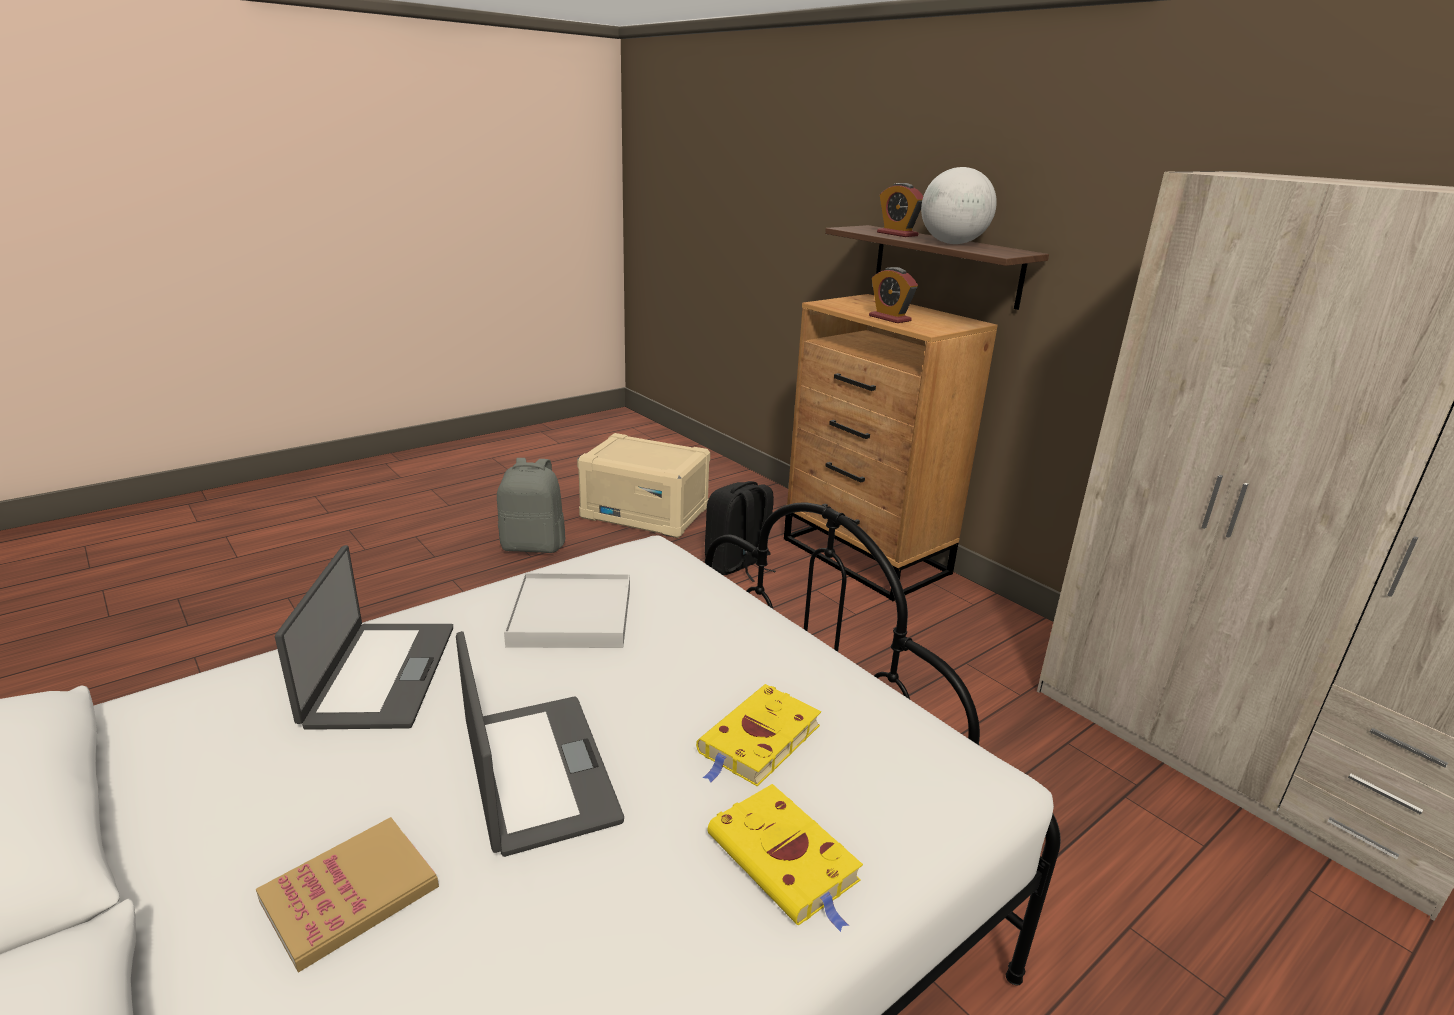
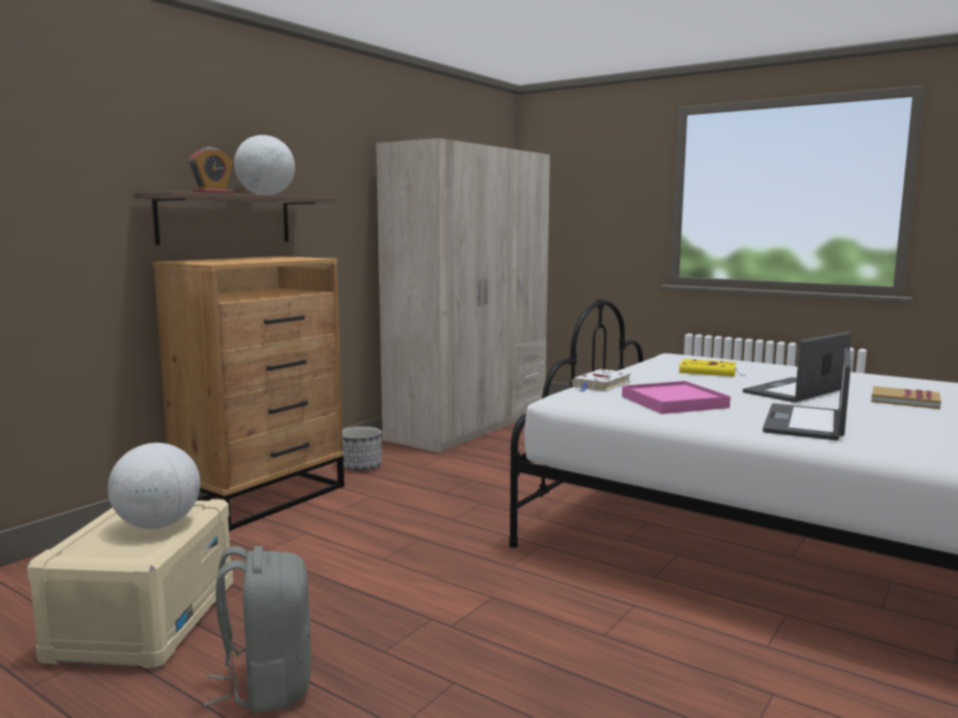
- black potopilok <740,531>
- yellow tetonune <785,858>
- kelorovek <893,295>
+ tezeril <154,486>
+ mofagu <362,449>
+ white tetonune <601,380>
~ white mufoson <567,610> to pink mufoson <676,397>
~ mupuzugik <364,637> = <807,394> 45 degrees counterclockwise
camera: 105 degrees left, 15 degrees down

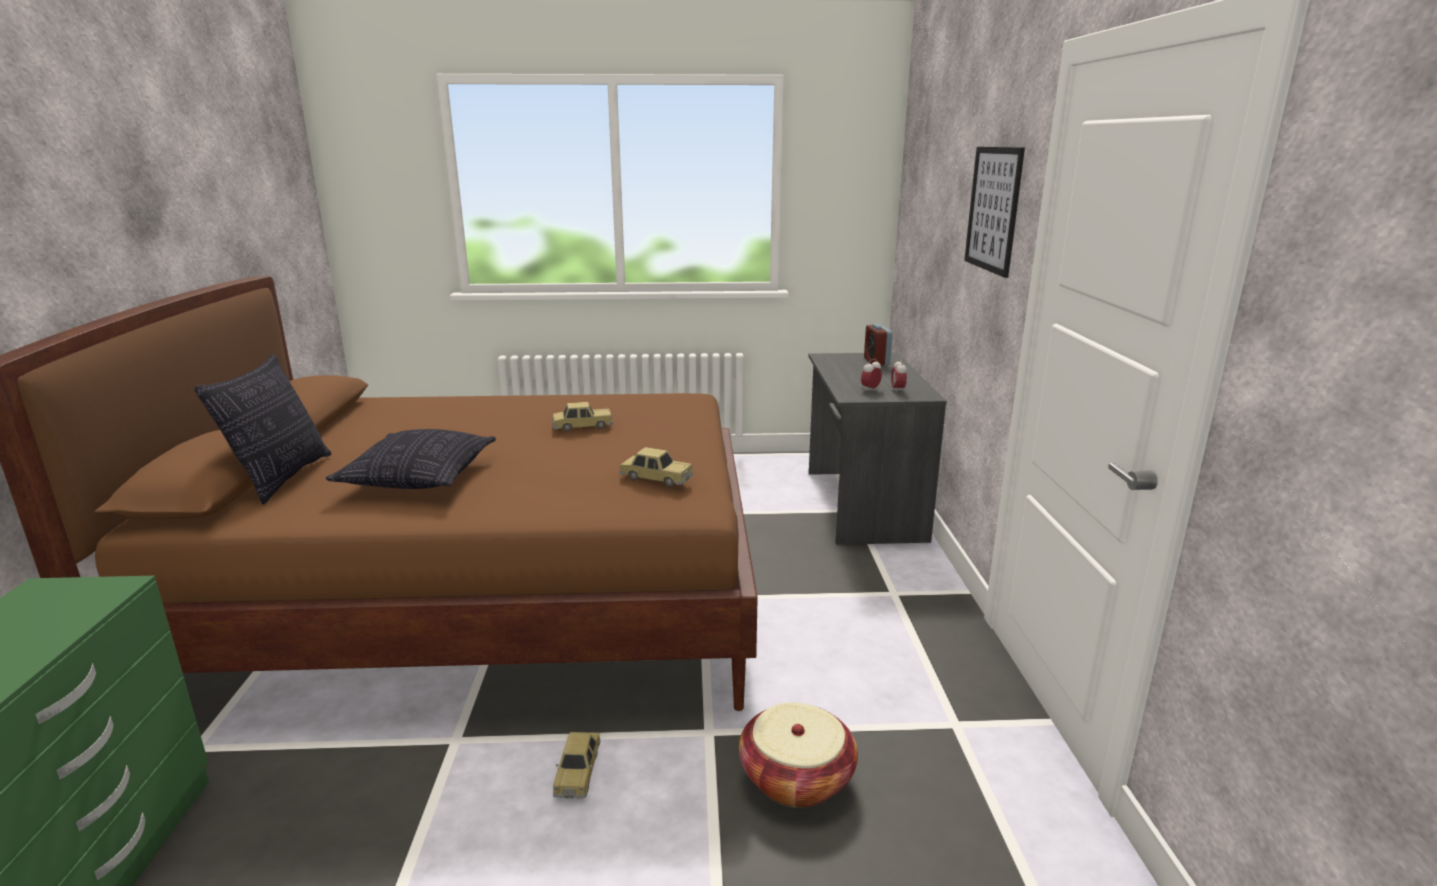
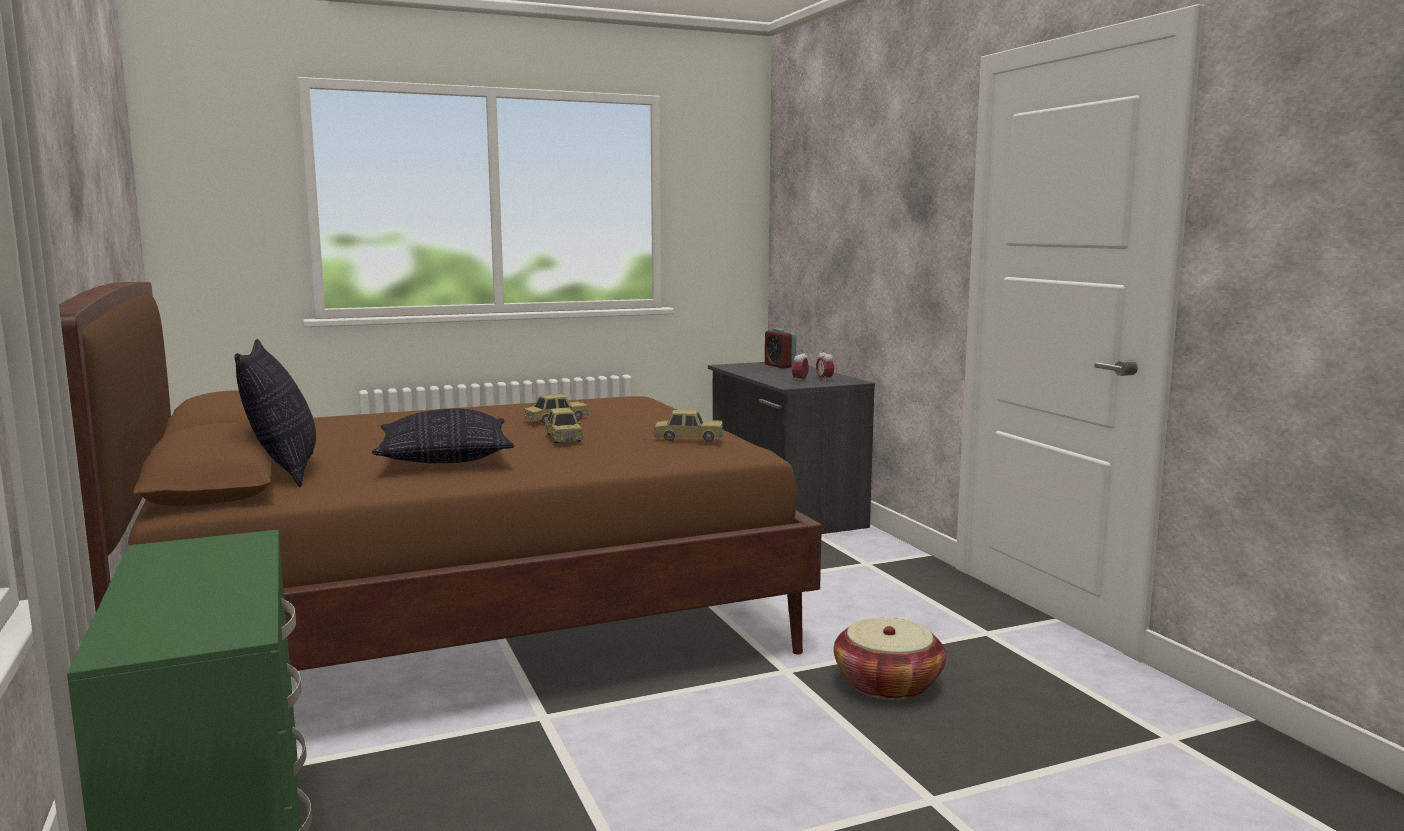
- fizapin <994,212>
~ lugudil <576,765> to <564,425>
camera: 20 degrees left, 10 degrees down

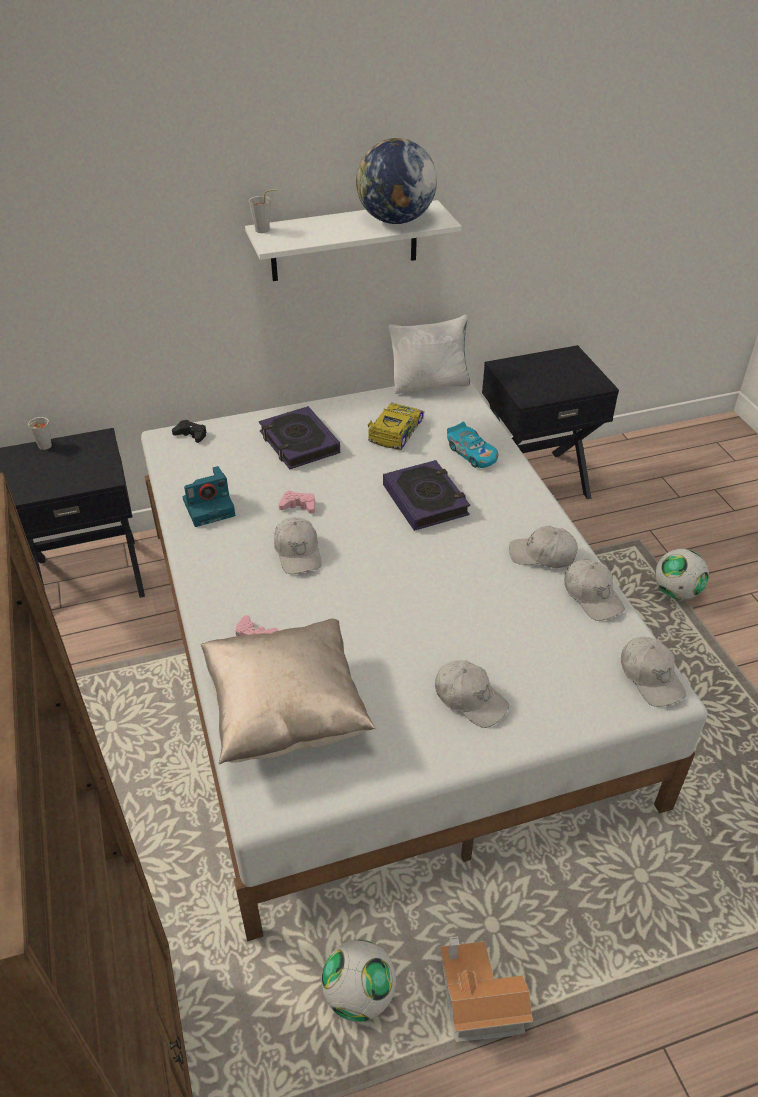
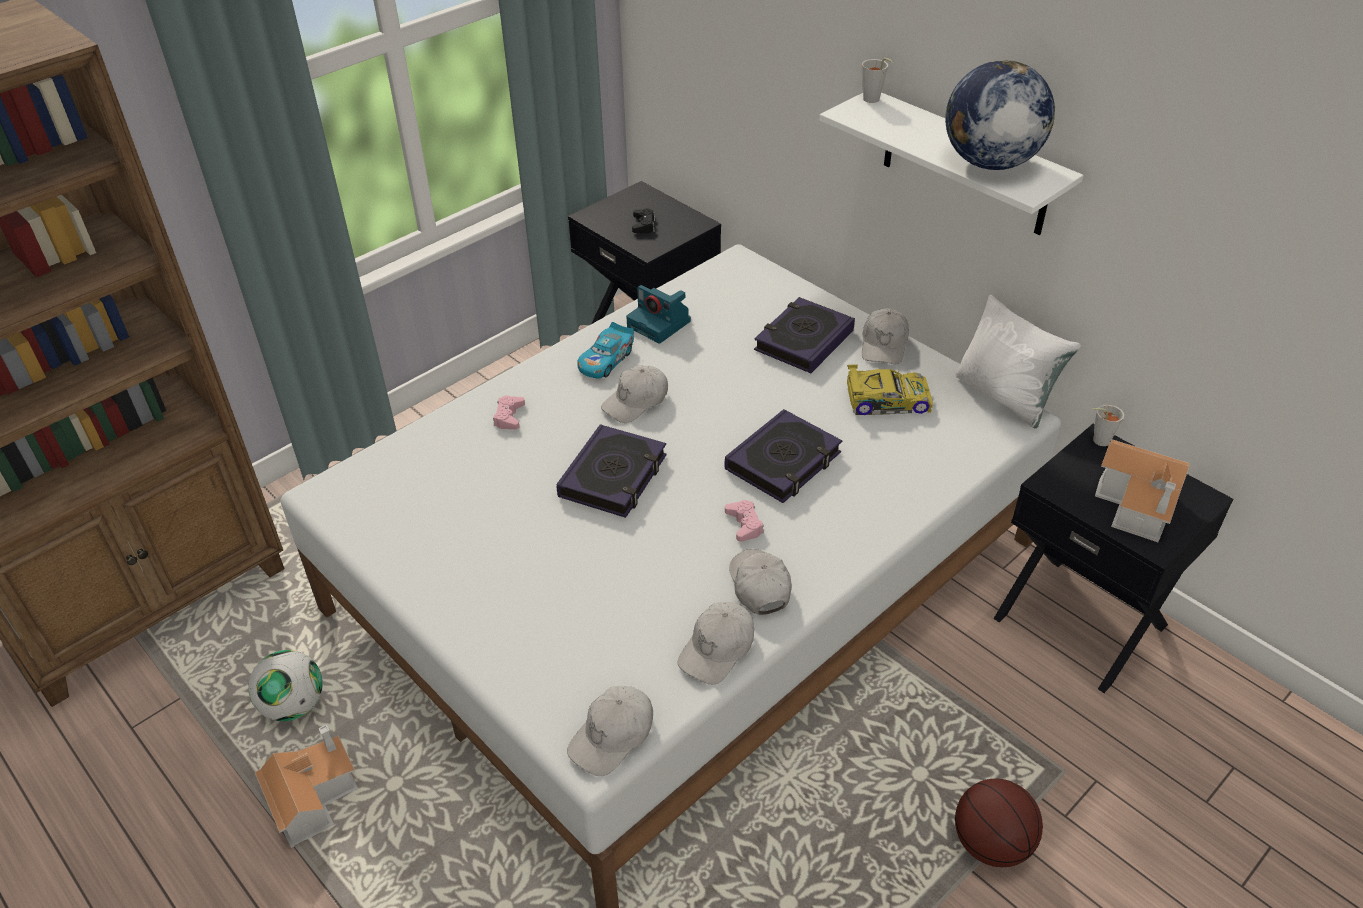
- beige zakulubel <288,691>
+ tetonune <611,471>
+ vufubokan <1142,490>
~ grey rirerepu <40,433> to <1108,425>
~ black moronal <189,431> to <643,220>
~ pink moronal <297,502> to <744,521>
~ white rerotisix <472,694> to <885,336>
~ lugudil <472,445> to <605,350>
~ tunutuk <682,574> to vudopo <999,822>
camera: 65 degrees right, 0 degrees up

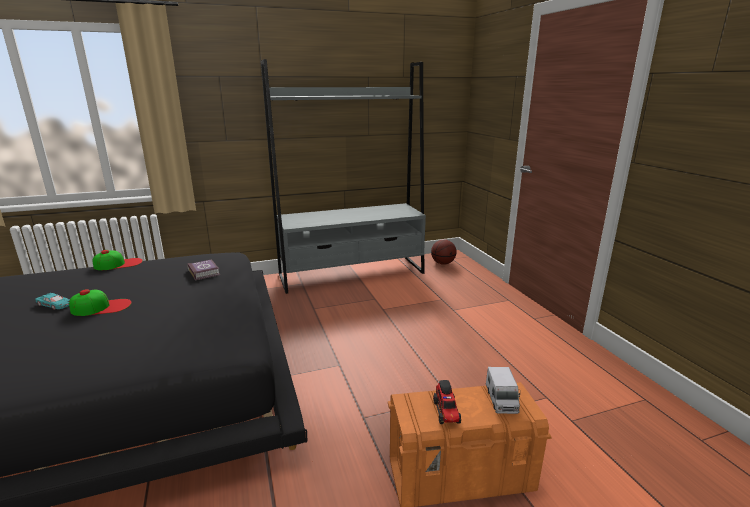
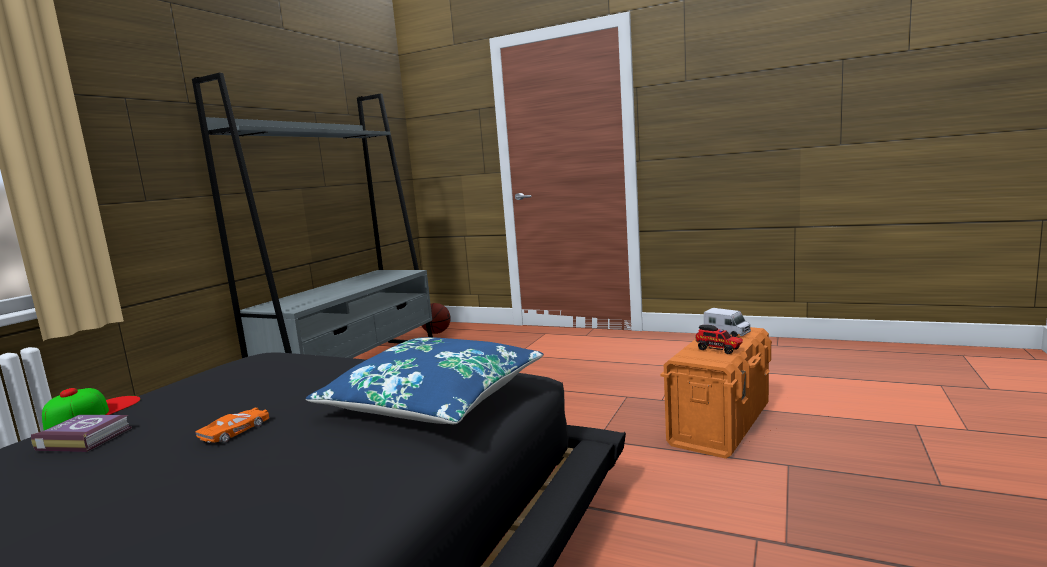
- turquoise lugudil <52,301>
+ blue zakulubel <424,380>
~ tetonune <203,269> to <81,433>
~ rerotisix <100,302> to orange lugudil <232,425>
camera: 45 degrees left, 10 degrees down

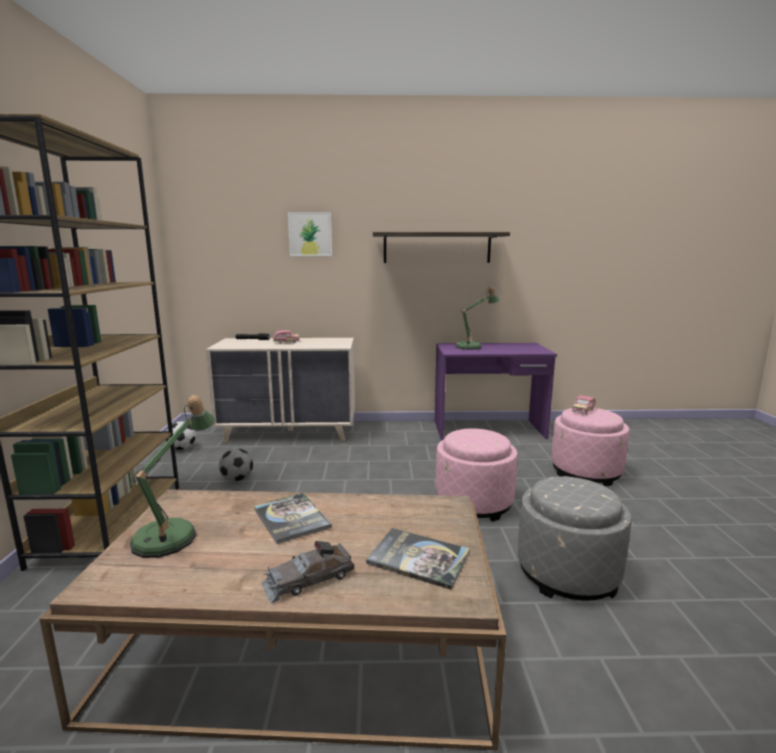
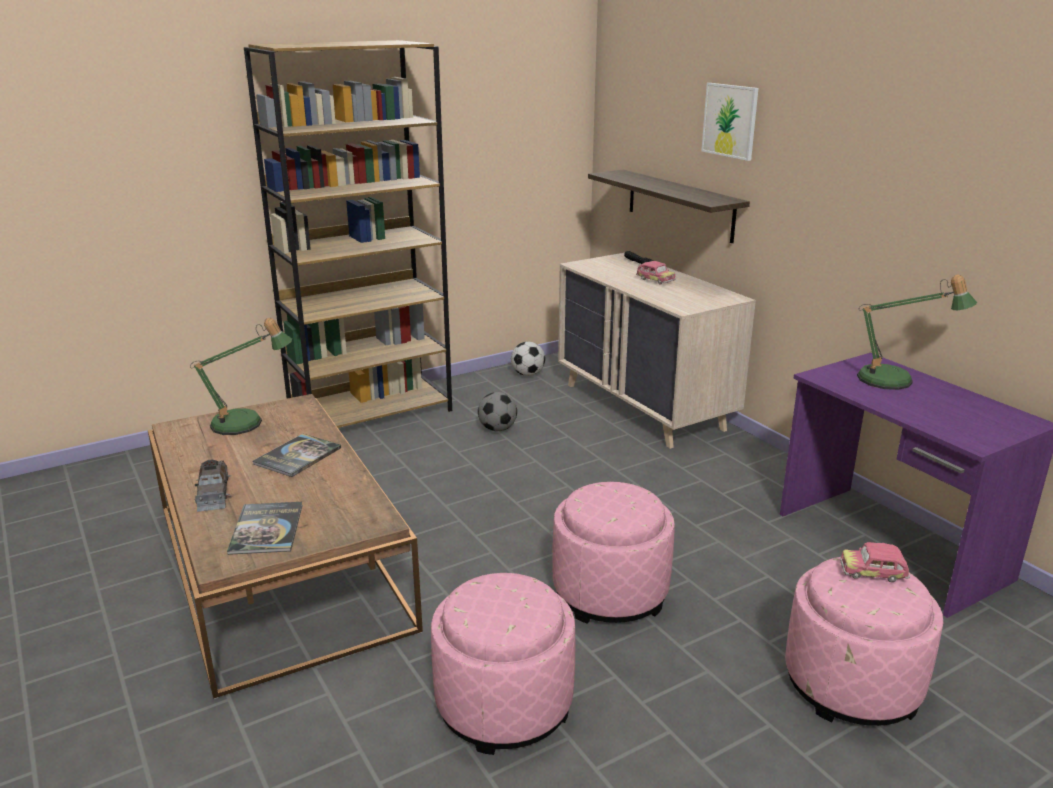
~ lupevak <441,247> to <669,206>
~ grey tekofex <574,538> to pink tekofex <503,664>
~ grey lugudil <308,572> = <213,485> 135 degrees counterclockwise
camera: 60 degrees right, 10 degrees up

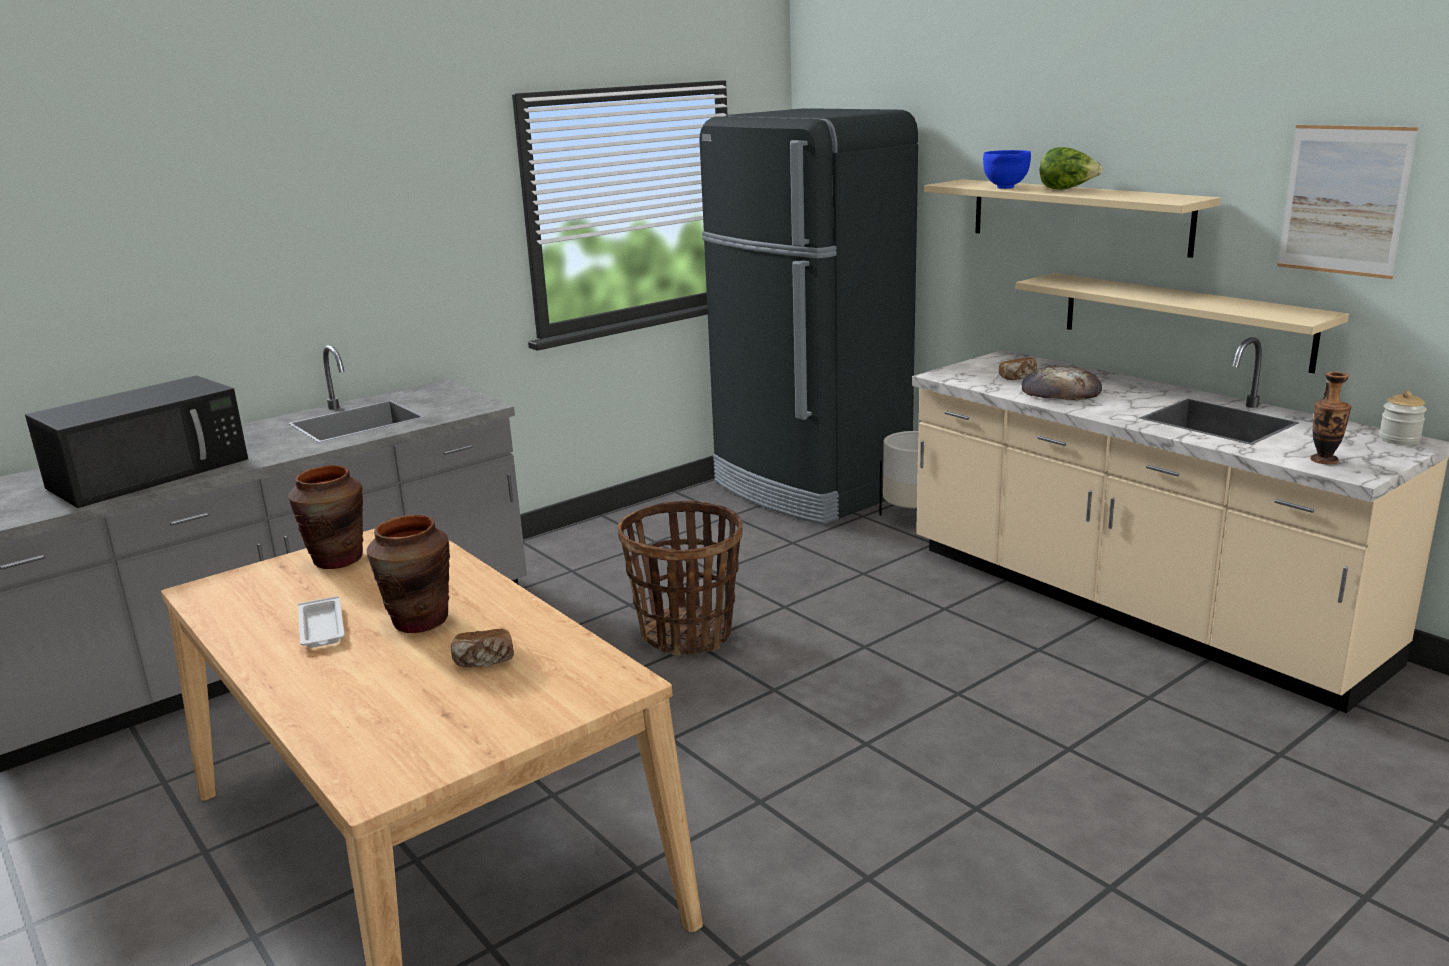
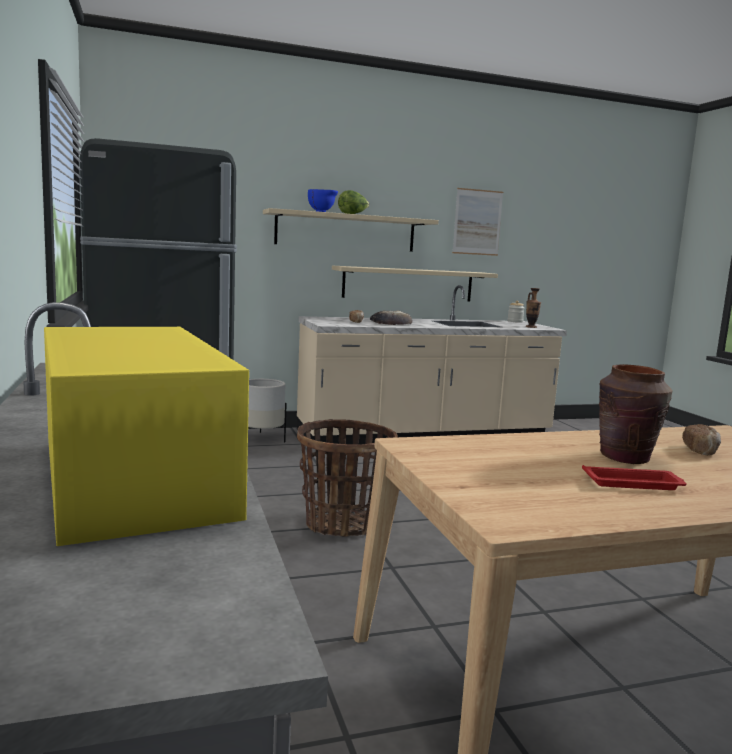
- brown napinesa <325,517>
~ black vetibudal <136,441> to yellow vetibudal <146,436>
~ white mufoson <321,622> to red mufoson <634,477>
camera: 70 degrees left, 10 degrees down

